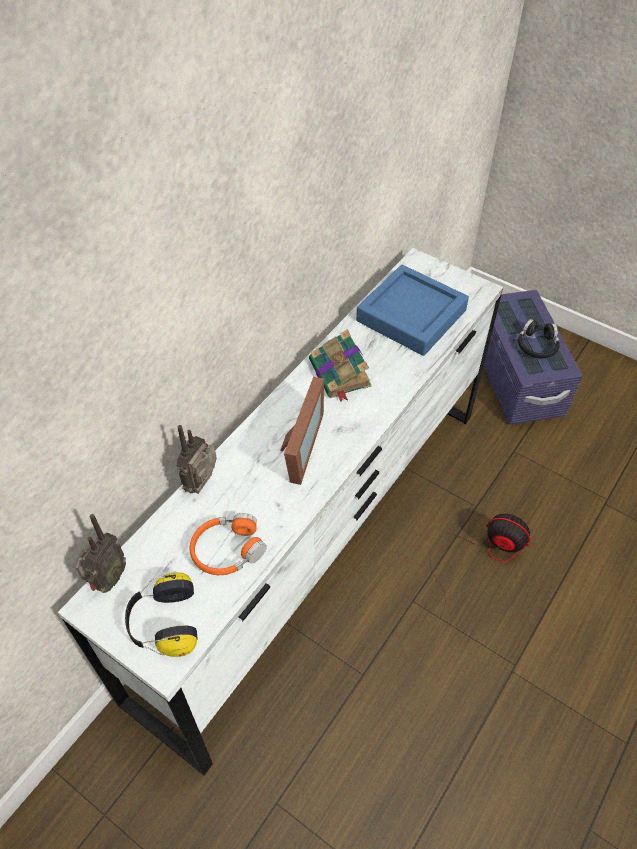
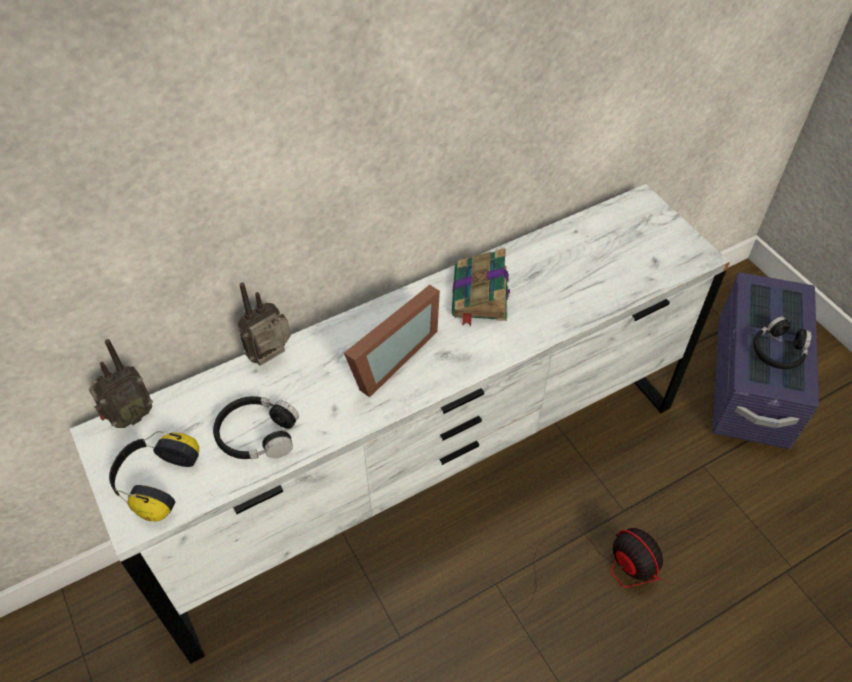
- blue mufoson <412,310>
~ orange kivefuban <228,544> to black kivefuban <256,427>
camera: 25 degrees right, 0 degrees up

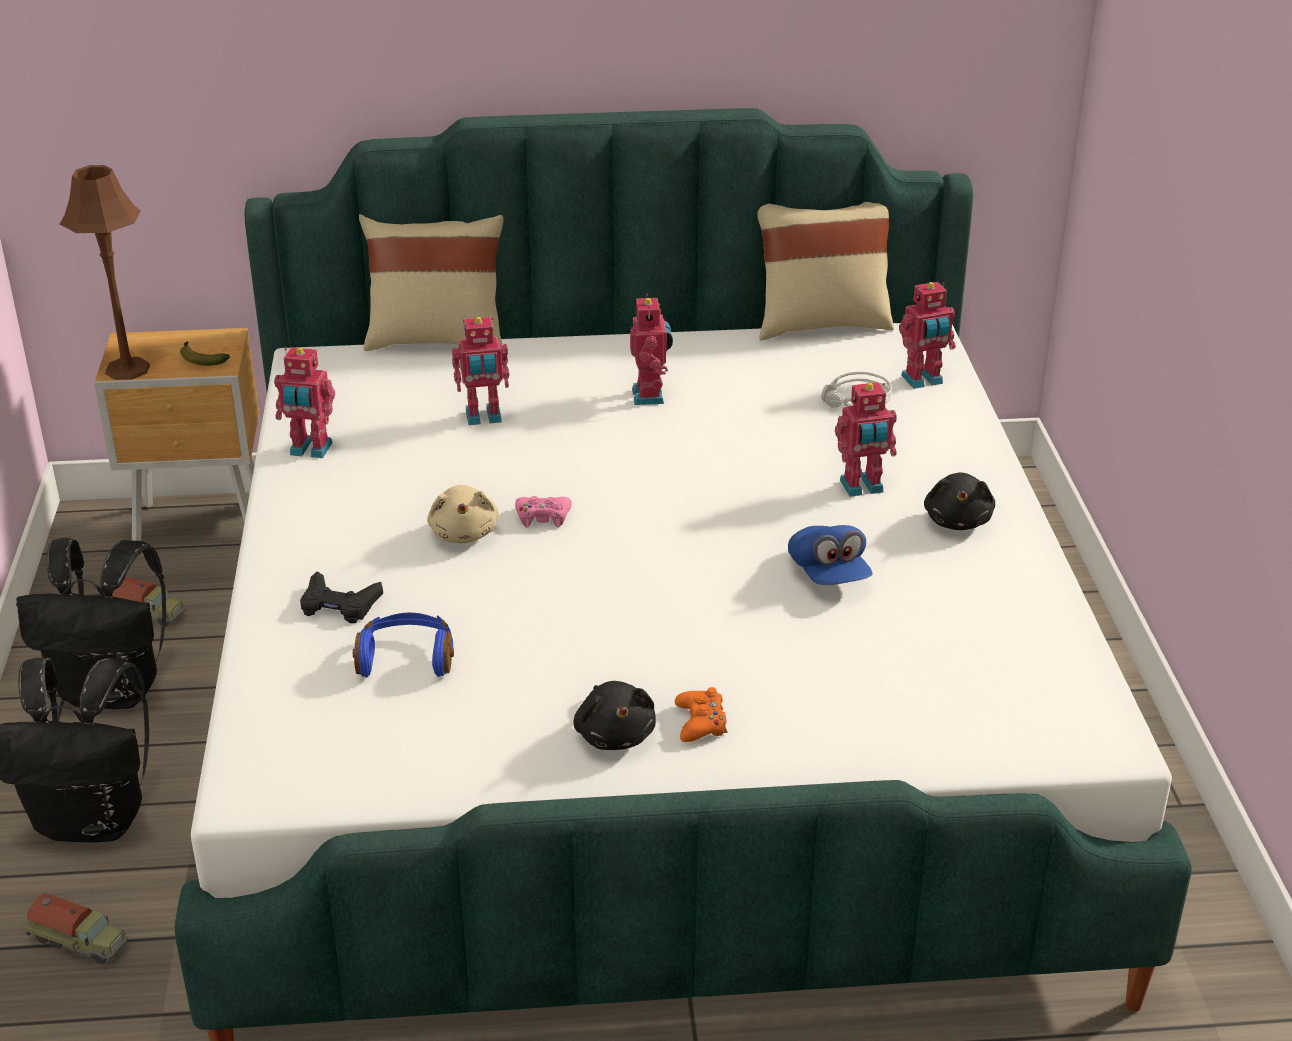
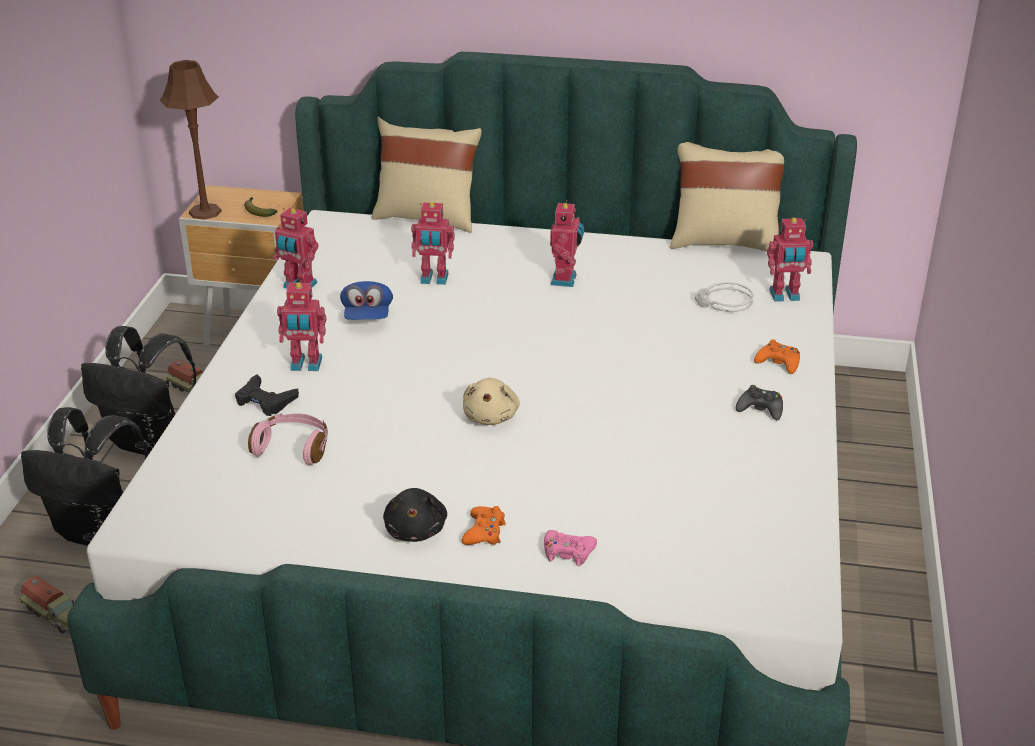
+ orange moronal <777,356>
~ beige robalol <462,514> to <491,401>
~ pink moronal <543,511> to <570,548>
~ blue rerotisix <830,555> to <366,300>
~ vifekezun <866,439> to <301,326>
~ black robalol <959,501> to black moronal <759,402>
~ blue kivefuban <403,645> to pink kivefuban <288,439>
camera: 15 degrees right, 0 degrees up

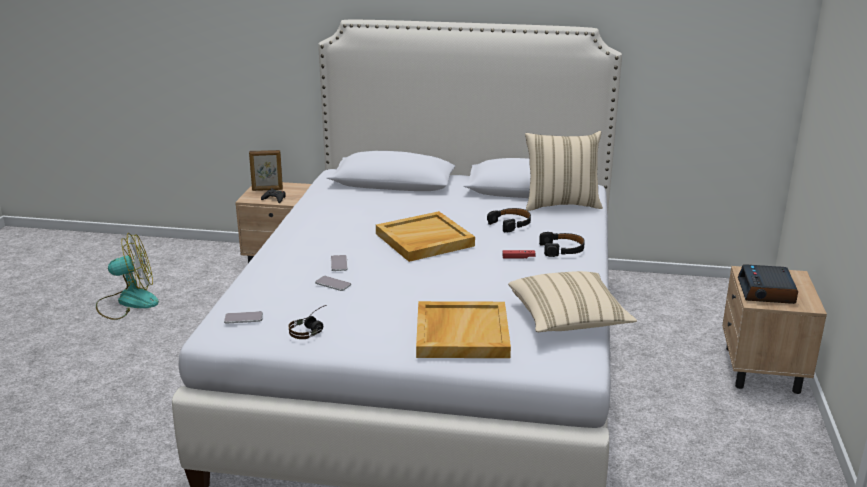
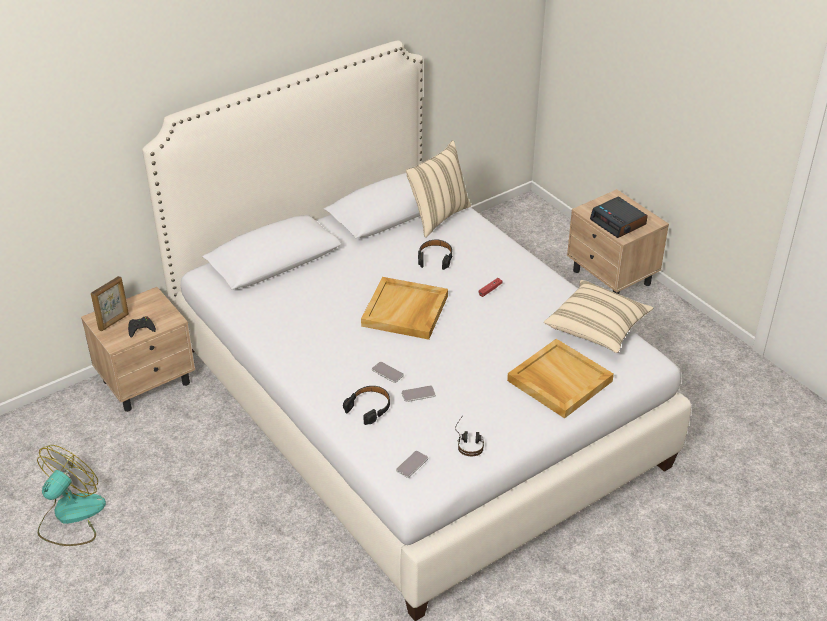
~ black kivefuban <562,244> to <366,405>
camera: 45 degrees left, 15 degrees up

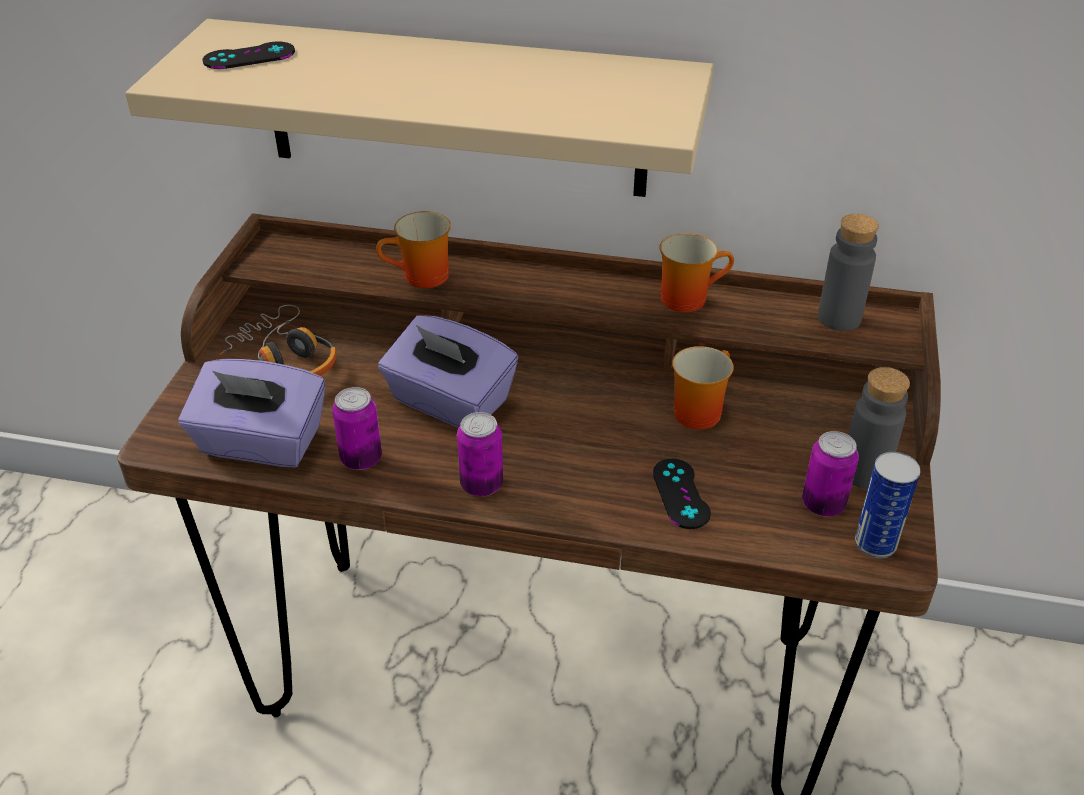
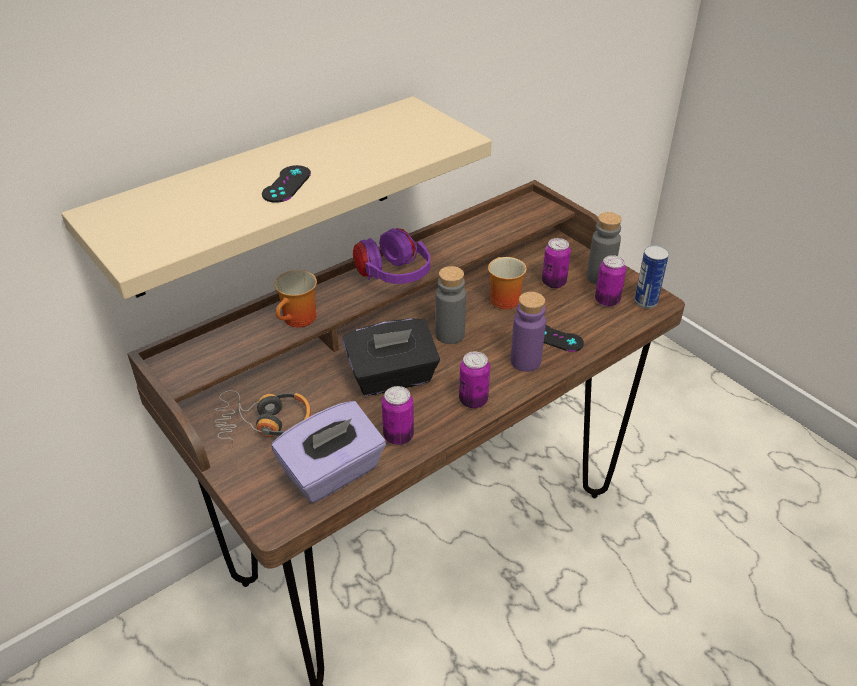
- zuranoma <696,272>
+ purple kivefuban <391,256>
+ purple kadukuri <528,332>
+ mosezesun <556,263>
~ black moronal <249,55> to <286,184>
~ grey kadukuri <848,272> to <450,305>
~ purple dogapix <448,371> to black dogapix <391,357>
camera: 50 degrees left, 0 degrees up

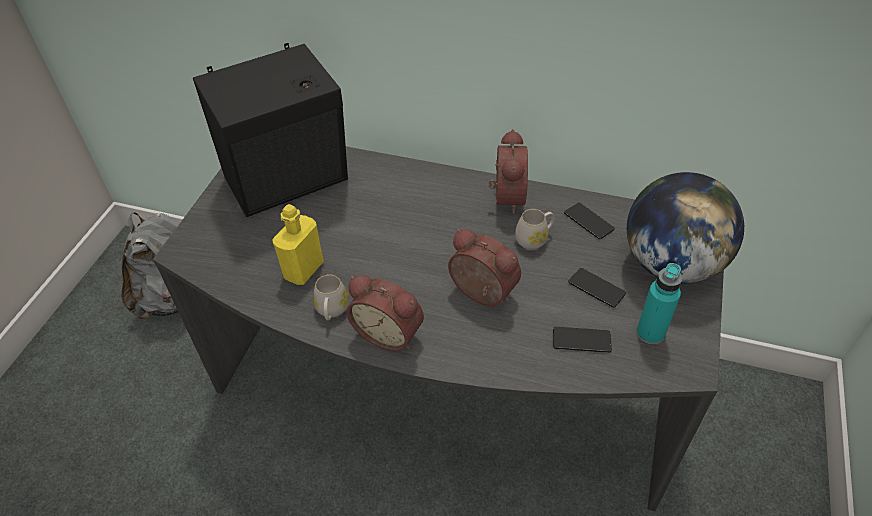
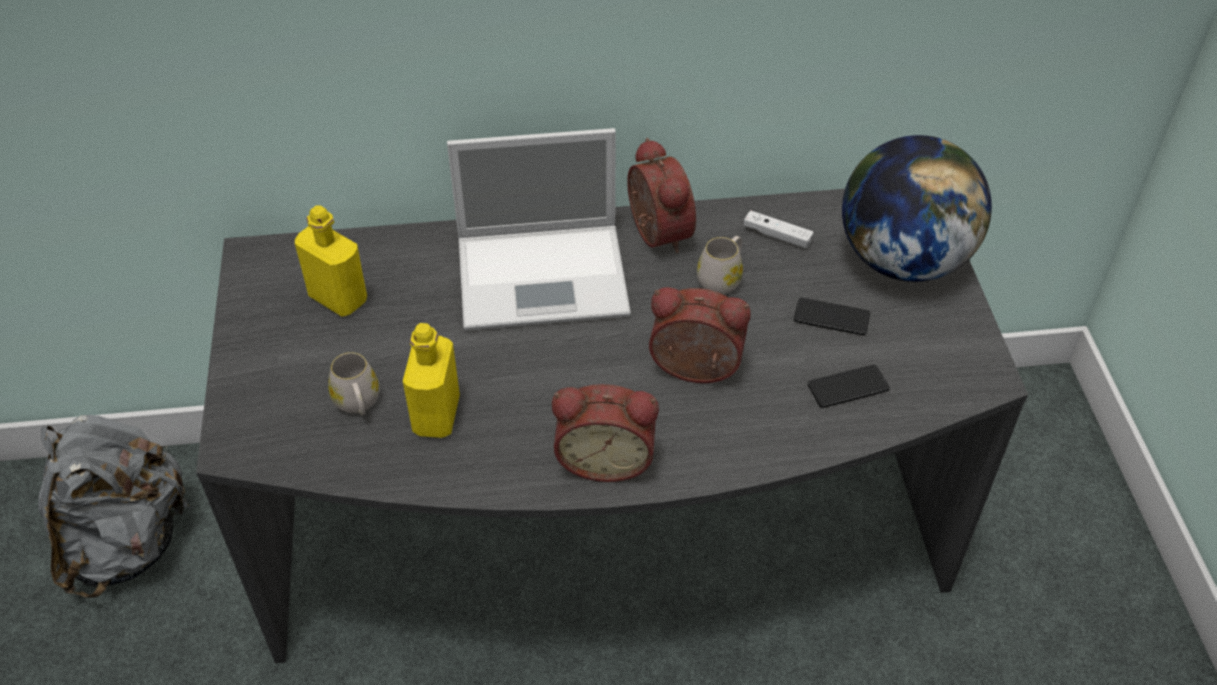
- turquoise kadukuri <659,303>
+ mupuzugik <539,229>
~ white zuranoma <331,297> to <354,383>
~ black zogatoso <270,130> to yellow kadukuri <331,261>
~ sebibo <589,221> to white moronal <778,229>
camera: 25 degrees left, 0 degrees up

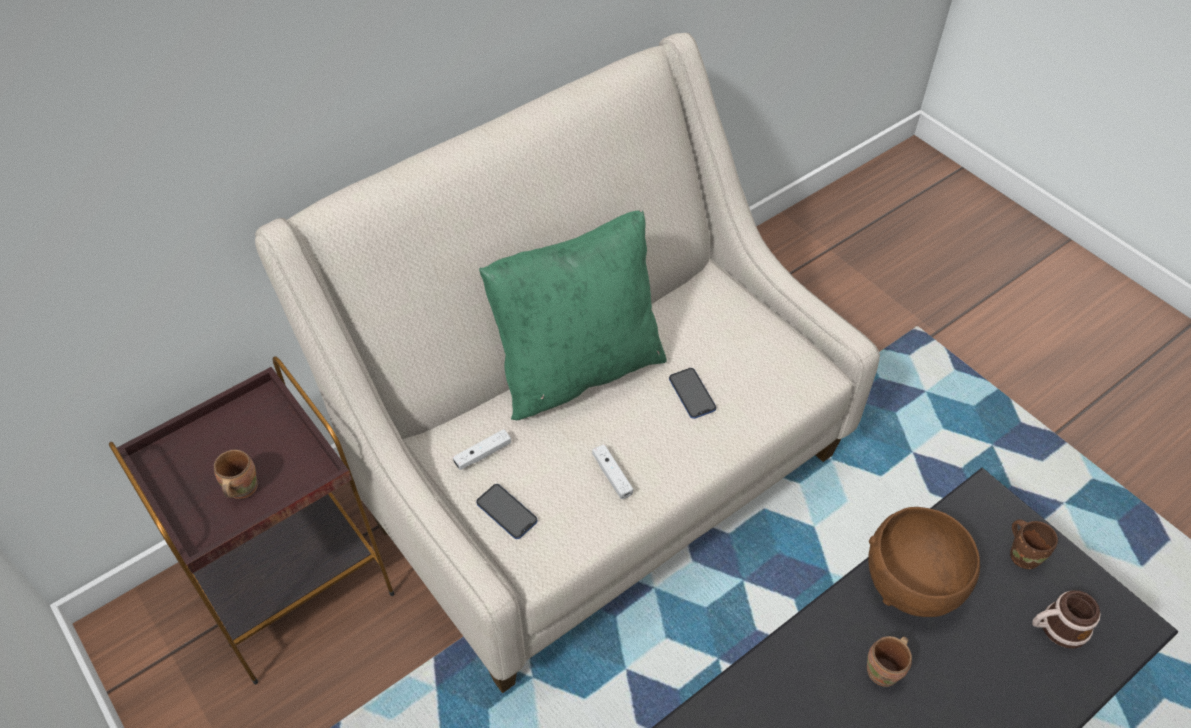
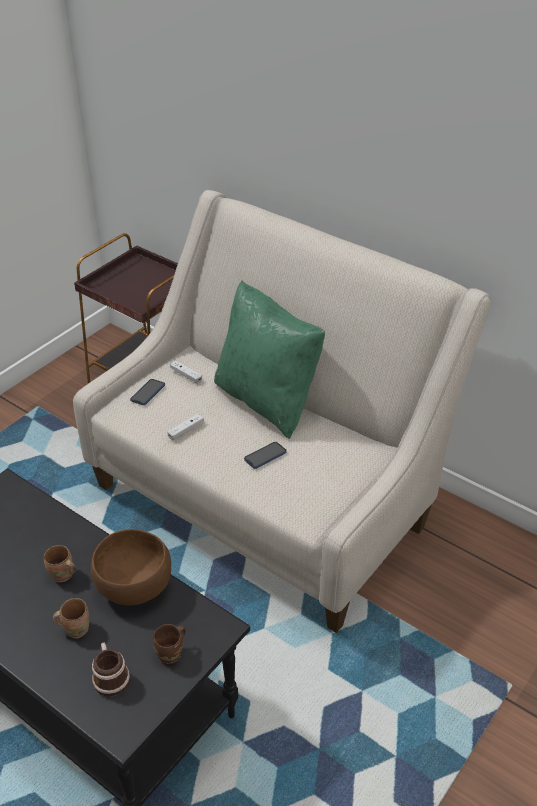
~ brown zuranoma <235,474> to <70,618>
camera: 75 degrees right, 10 degrees down

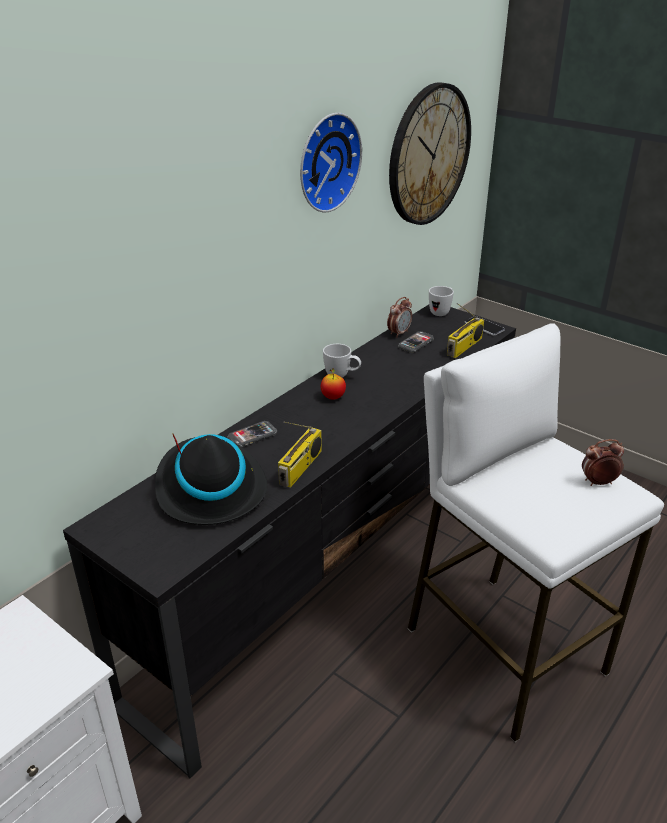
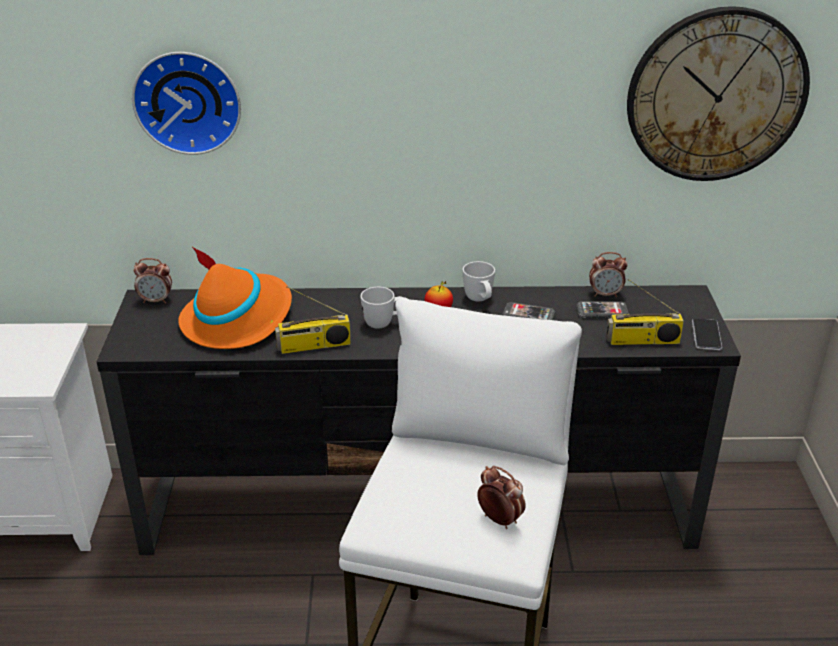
+ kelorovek <153,281>
~ sebibo <252,434> to <529,311>
~ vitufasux <331,162> to <186,103>
~ white zuranoma <441,301> to <382,308>
~ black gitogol <211,479> to orange gitogol <235,298>
camera: 50 degrees right, 0 degrees up

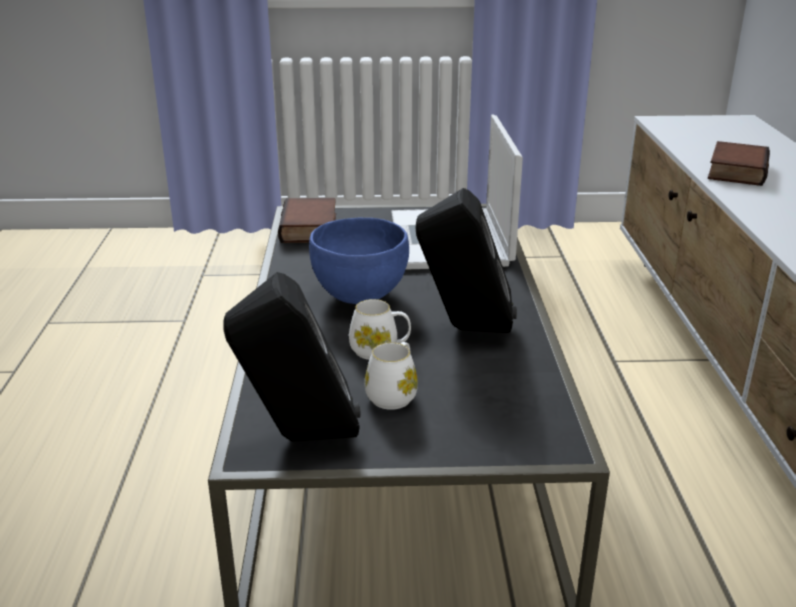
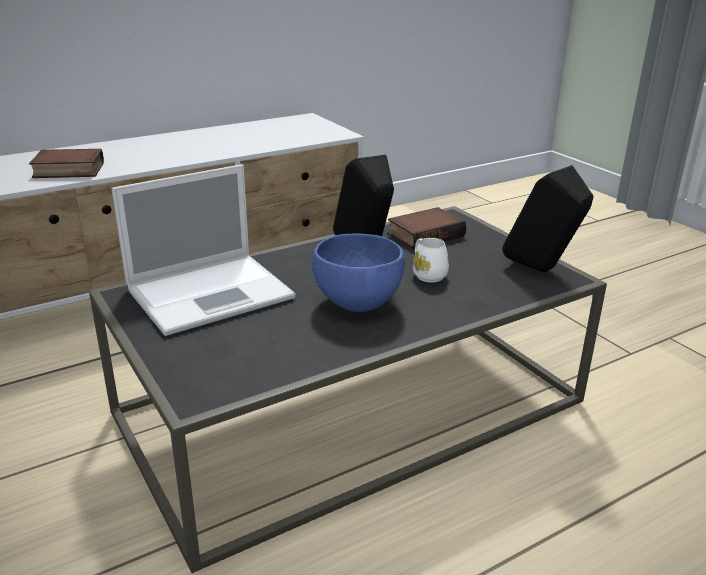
- white zuranoma <391,376>
~ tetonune <307,220> to <427,228>
camera: 120 degrees left, 0 degrees up

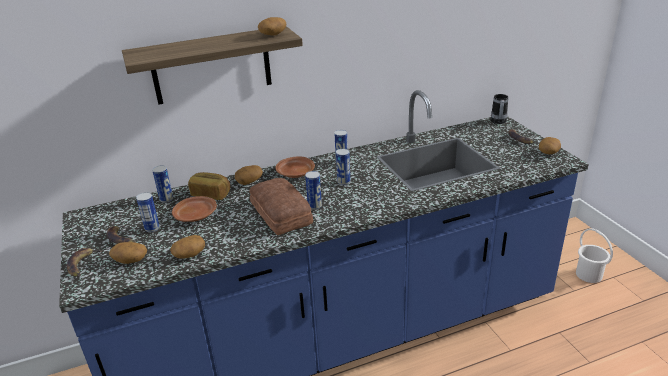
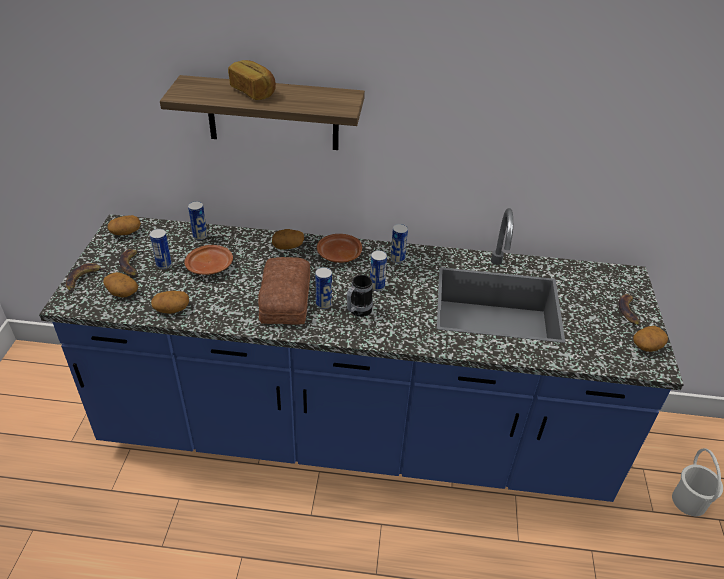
~ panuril <209,186> to <252,80>
~ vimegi <272,26> to <124,225>
~ zuranoma <499,109> to <360,296>
camera: 25 degrees right, 10 degrees up

